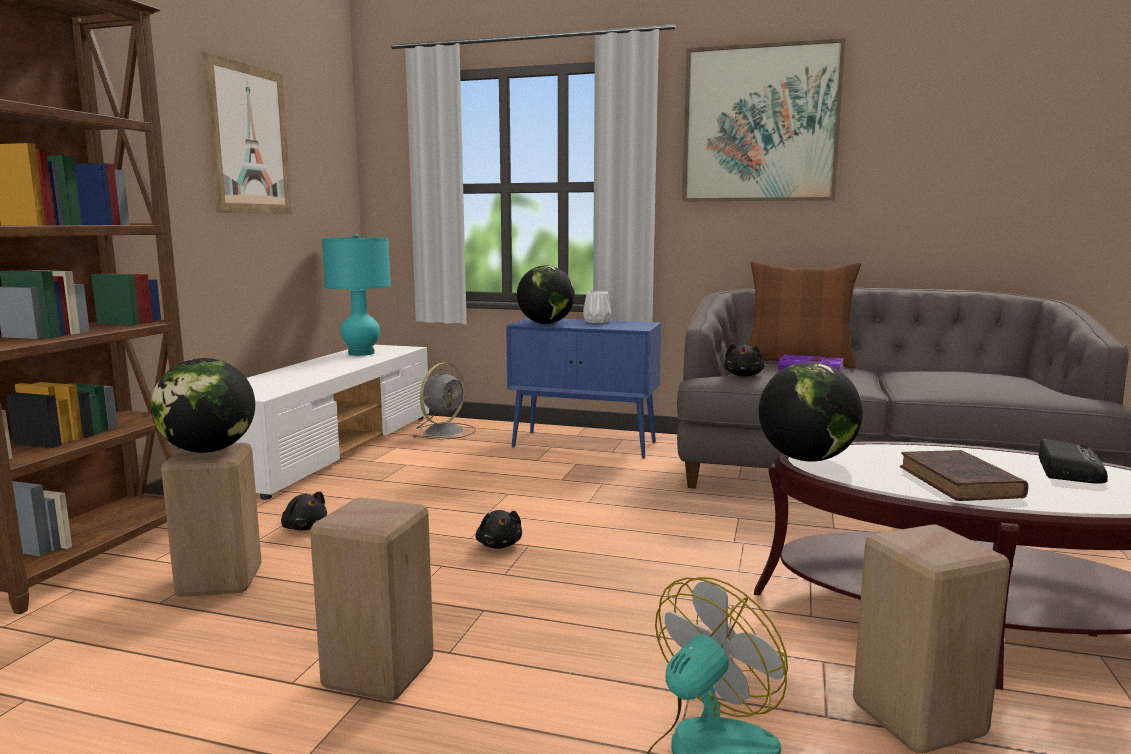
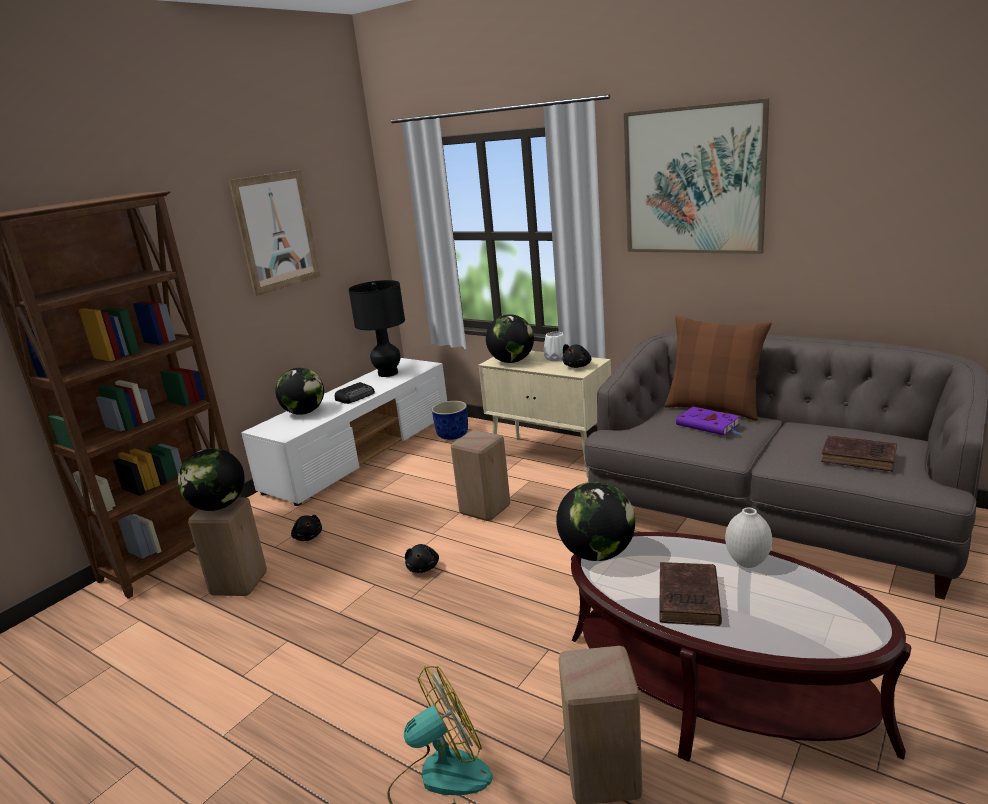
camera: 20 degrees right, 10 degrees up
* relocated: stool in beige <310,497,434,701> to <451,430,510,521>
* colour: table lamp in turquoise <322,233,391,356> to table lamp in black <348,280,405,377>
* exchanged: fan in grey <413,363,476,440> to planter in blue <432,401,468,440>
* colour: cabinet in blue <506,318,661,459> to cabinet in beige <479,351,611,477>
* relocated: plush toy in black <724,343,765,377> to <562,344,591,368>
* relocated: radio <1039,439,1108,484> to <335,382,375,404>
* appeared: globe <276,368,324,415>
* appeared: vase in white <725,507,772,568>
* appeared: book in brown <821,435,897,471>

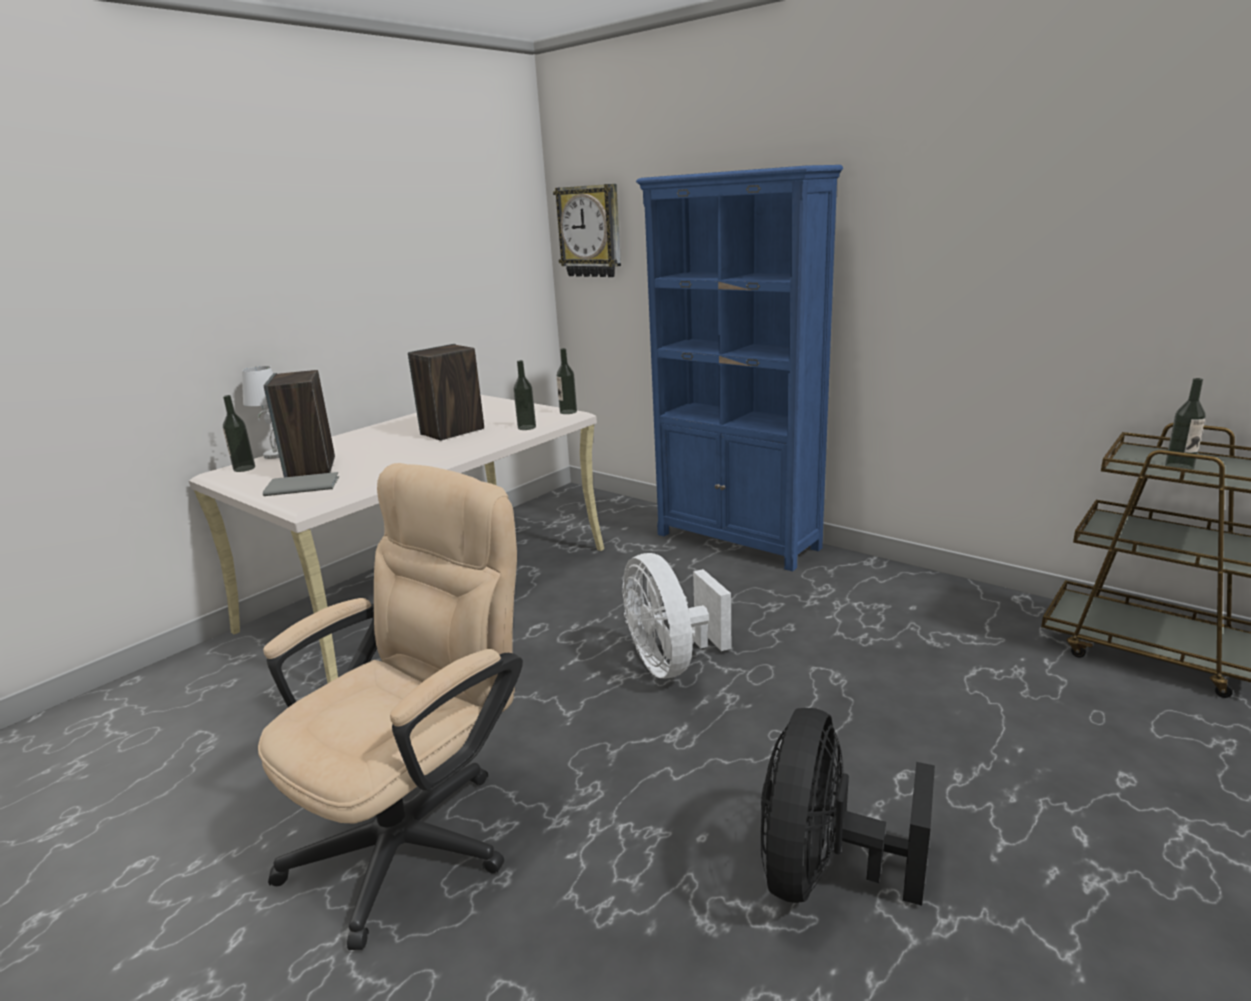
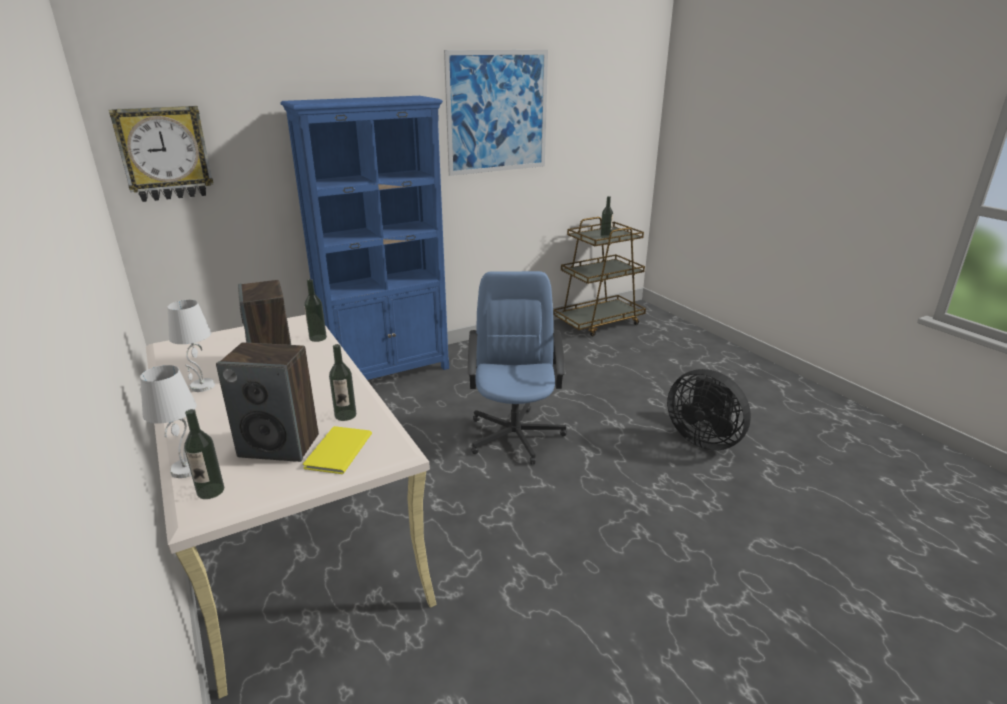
camera: 70 degrees left, 5 degrees up
* missing: office chair in beige <258,463,523,950>
* colour: book in grey <263,472,339,496> to book in yellow <303,426,372,474>
* relocated: bottle <557,348,577,414> to <329,344,356,421>
* exchanged: fan in white <622,553,731,678> to office chair in blue <467,271,567,465>
* appeared: table lamp in white <168,300,215,392>
* appeared: picture <444,50,548,176>

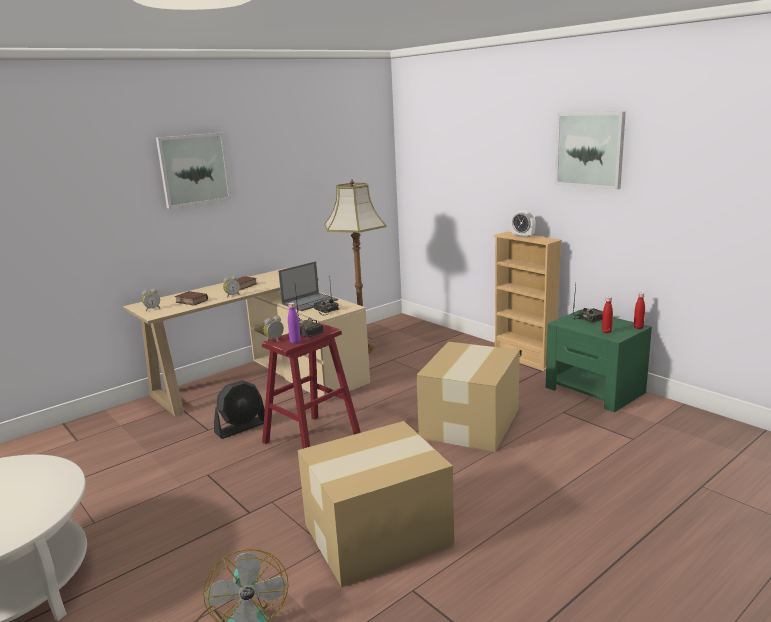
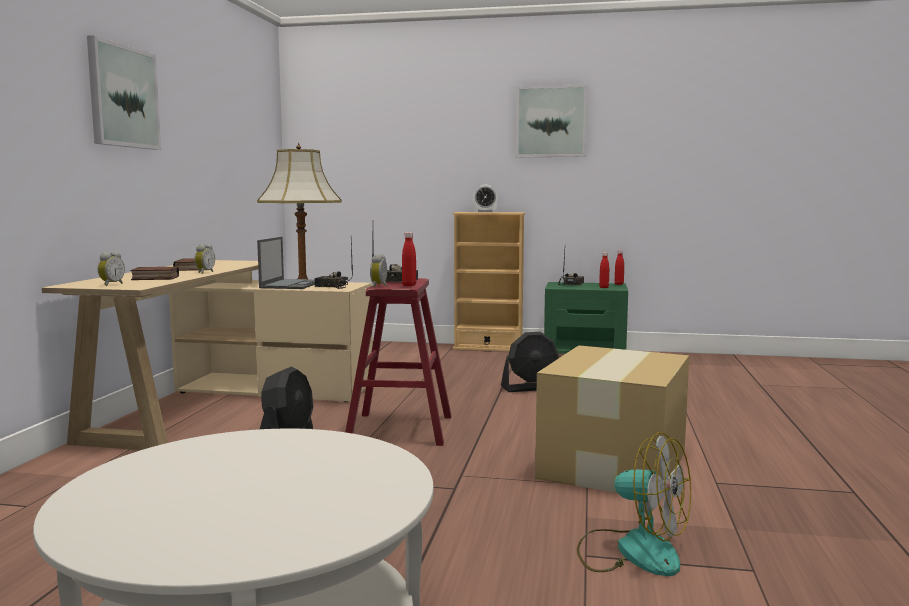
camera: 40 degrees left, 10 degrees down
* colour: bottle in purple <288,302,301,344> to bottle in red <402,232,416,286>
* exchanged: cardboard box <417,342,520,452> to fan in black <501,332,559,392>

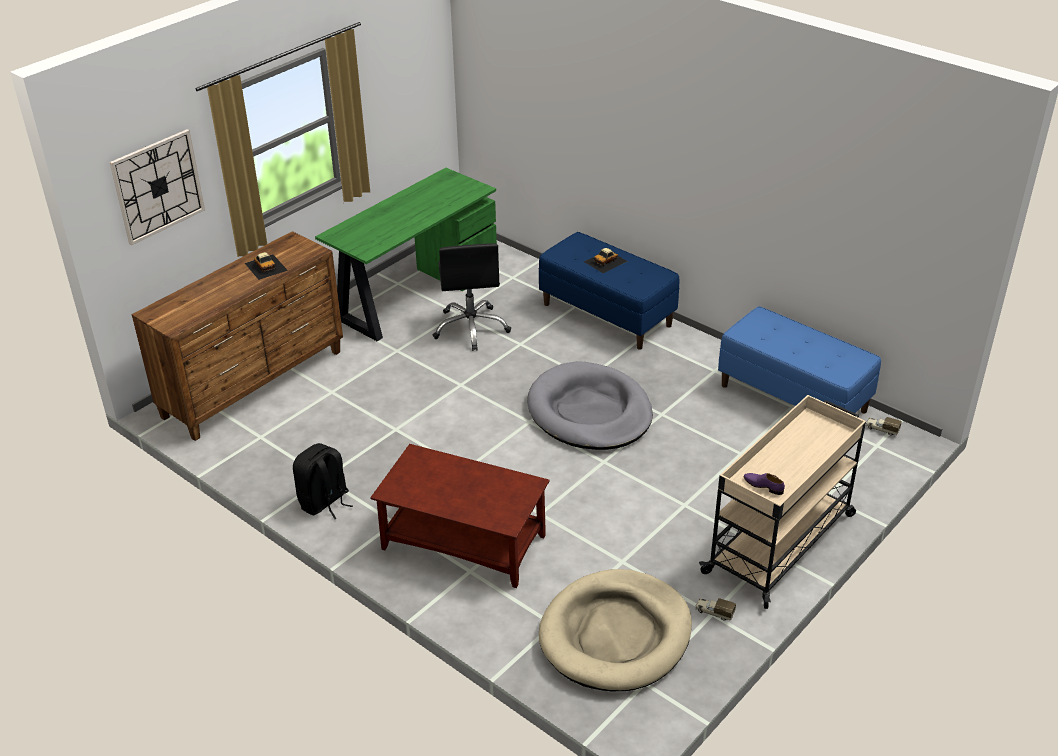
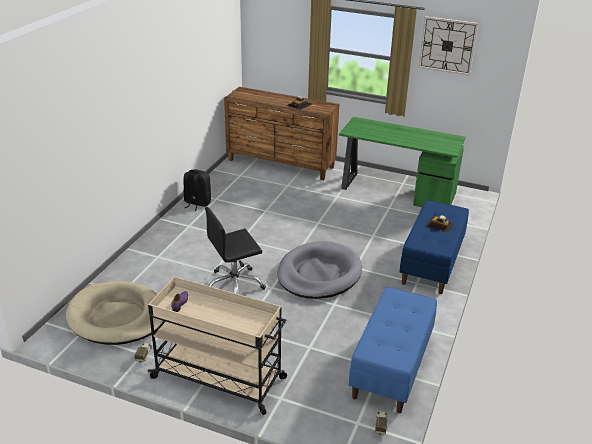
camera: 70 degrees right, 5 degrees down
* relocated: wall clock <110,129,205,245> to <418,16,478,76>
* missing: coffee table in brown <370,444,550,588>
* relocated: office chair in black <433,243,511,351> to <205,207,266,294>

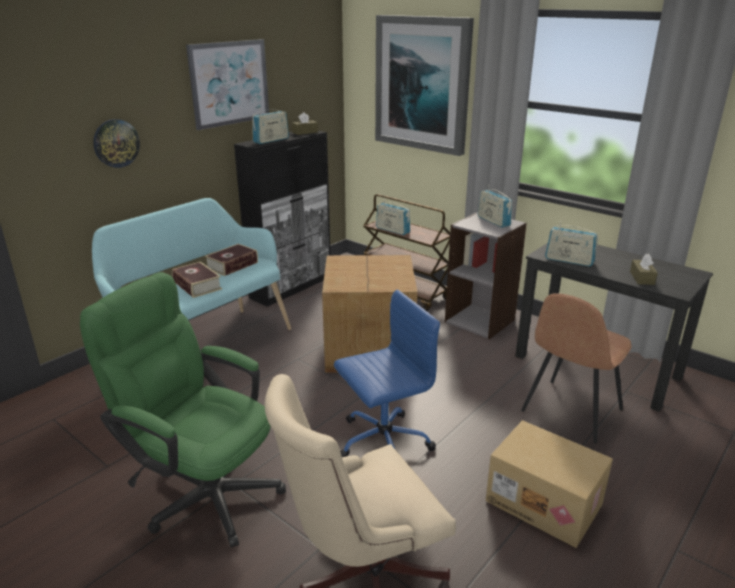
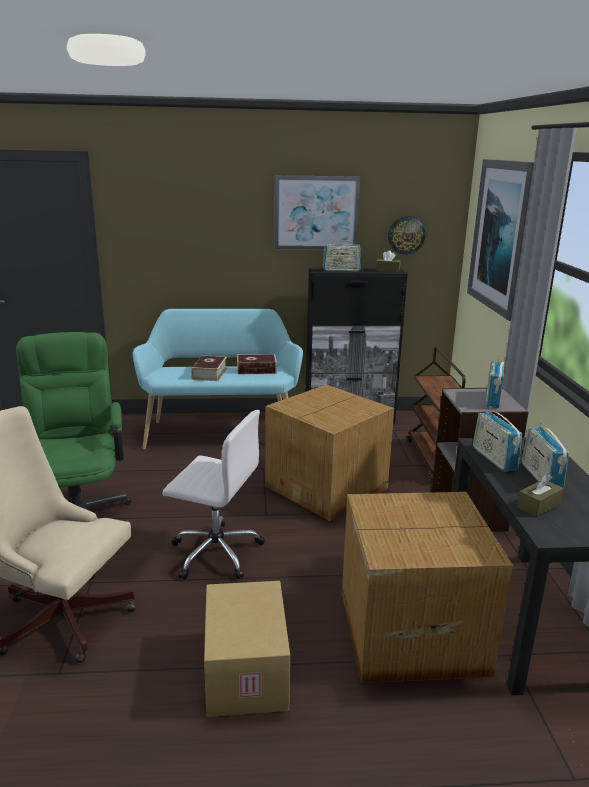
camera: 45 degrees right, 5 degrees down
* relocated: wall clock <93,119,140,168> to <388,216,425,255>
* colour: office chair in blue <334,290,440,457> to office chair in white <162,410,265,580>
* relocated: radio <376,198,410,235> to <522,421,569,488>
* exchanged: chair in brown <521,293,632,443> to cardboard box <342,492,513,683>

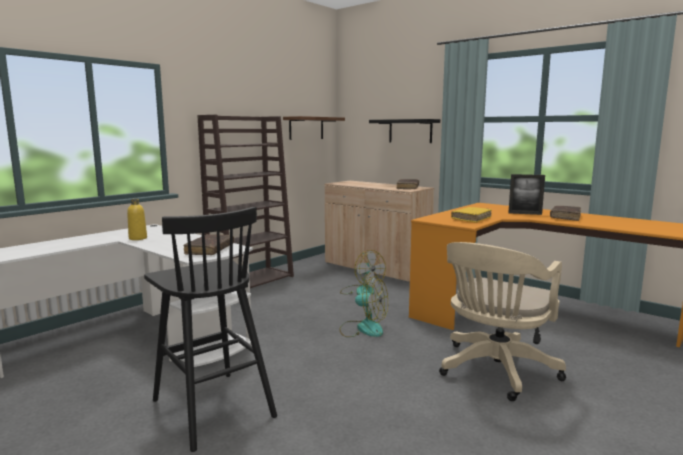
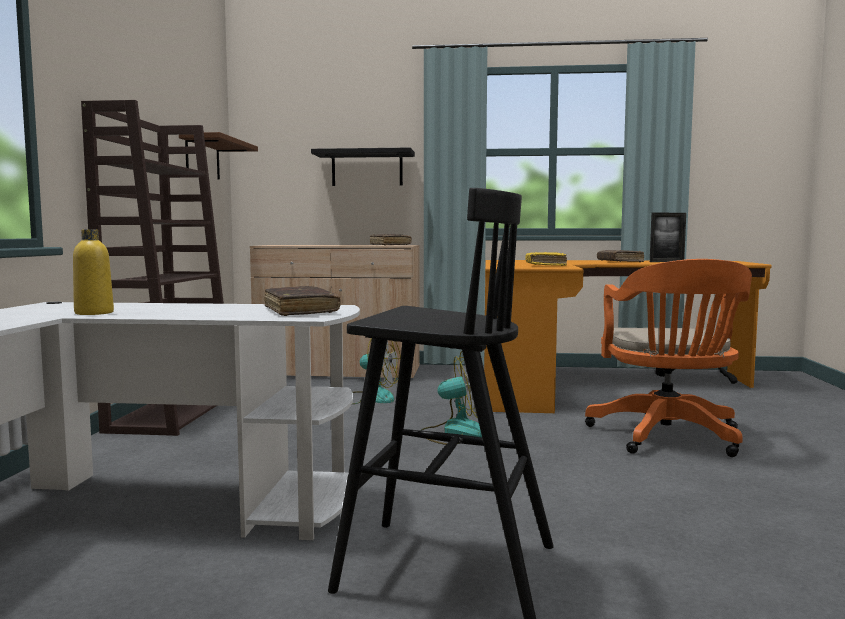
camera: 35 degrees left, 5 degrees down
* colour: office chair in beige <439,242,566,401> to office chair in orange <585,259,752,457>
* relocated: picture frame <508,174,545,215> to <650,212,686,262>

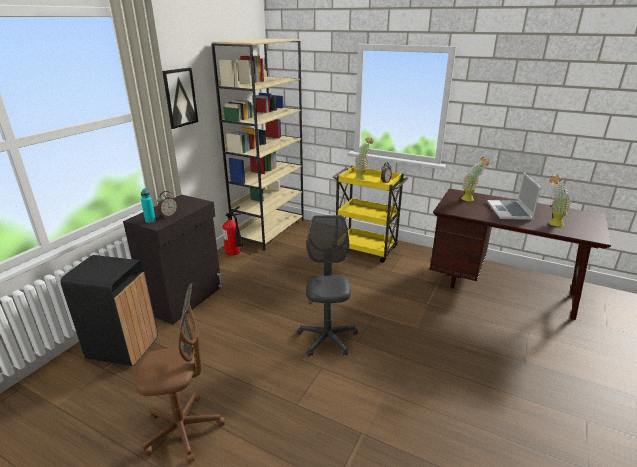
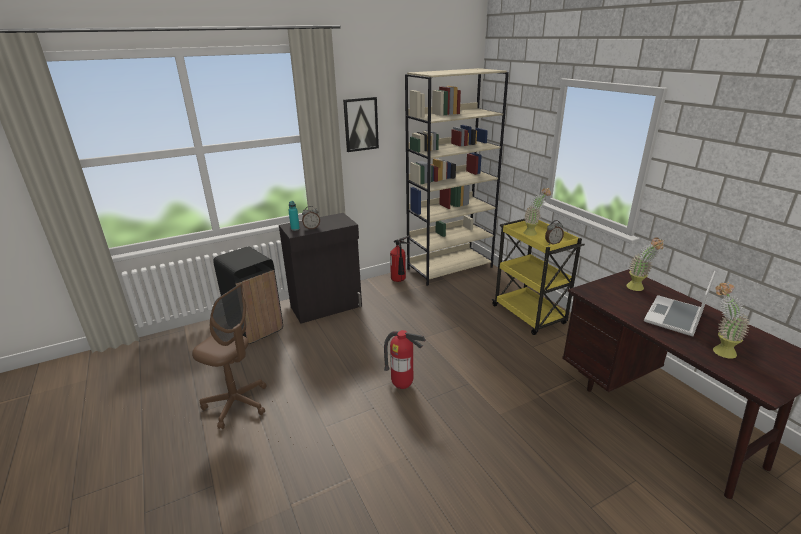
camera: 35 degrees right, 0 degrees up
* exchanged: office chair in grey <297,215,358,357> to fire extinguisher <384,330,426,389>

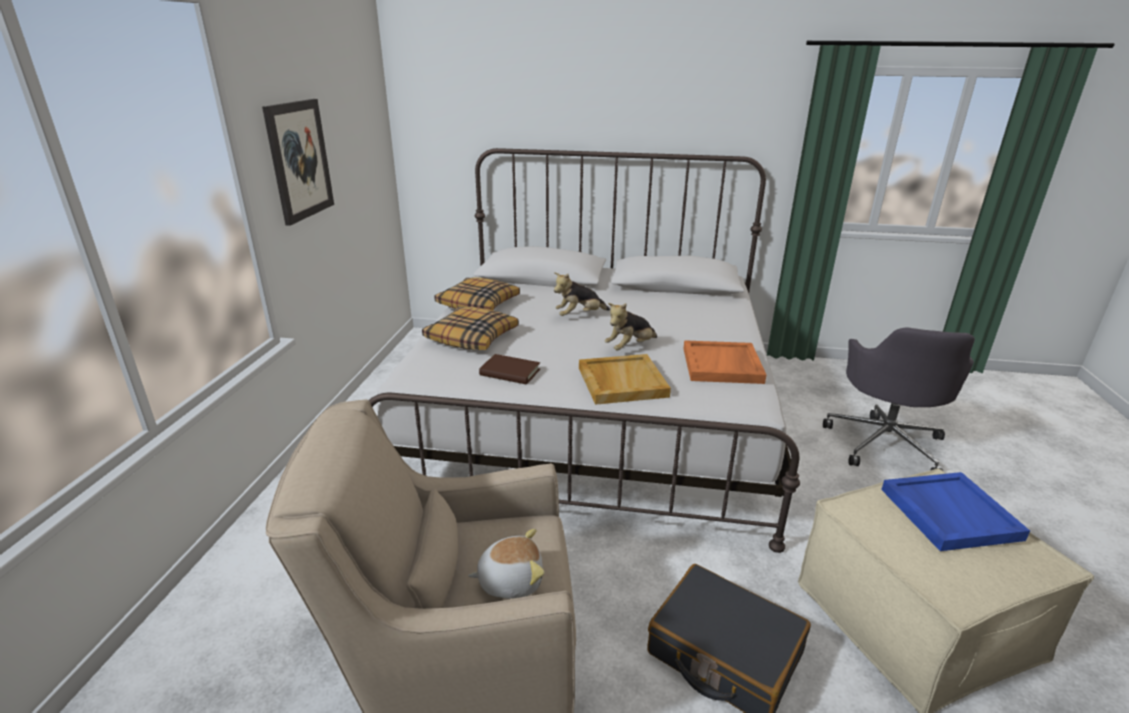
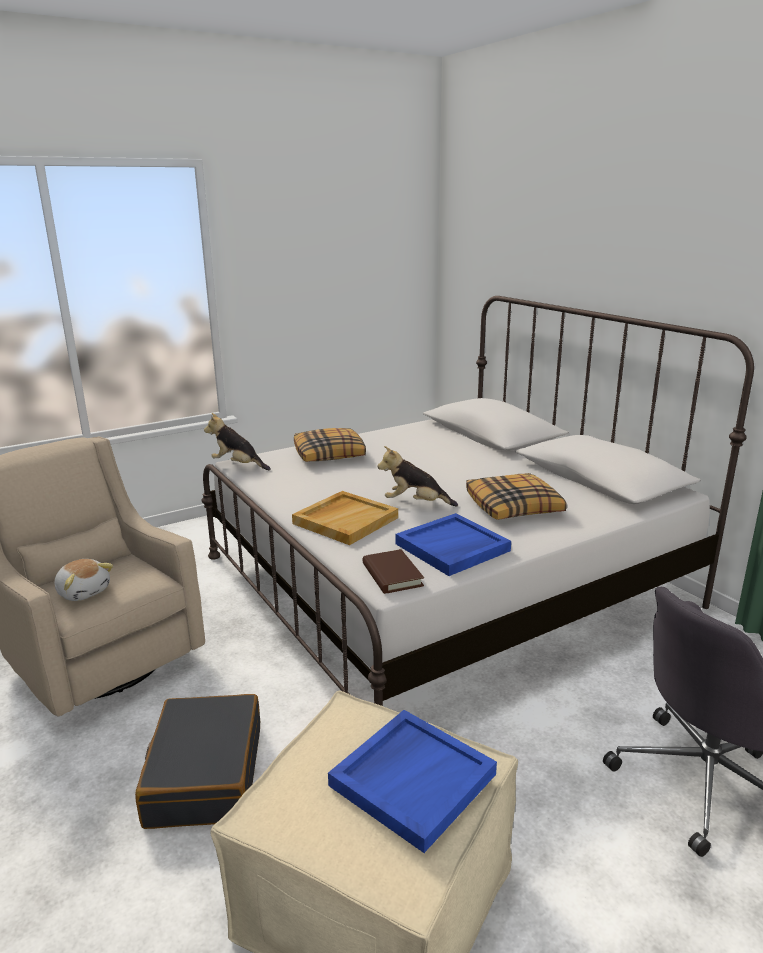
camera: 50 degrees right, 5 degrees down
* missing: picture <262,99,334,226>
* relocated: pillow <434,277,520,310> to <466,473,567,520>
* relocated: book in brown <479,354,540,385> to <362,549,424,594>
* relocated: plush toy <554,272,610,316> to <204,413,271,470>
* colour: tray in orange <683,340,766,384> to tray in blue <395,513,511,576>

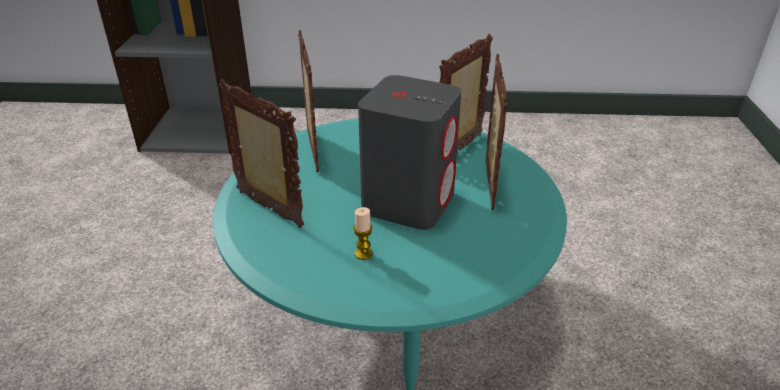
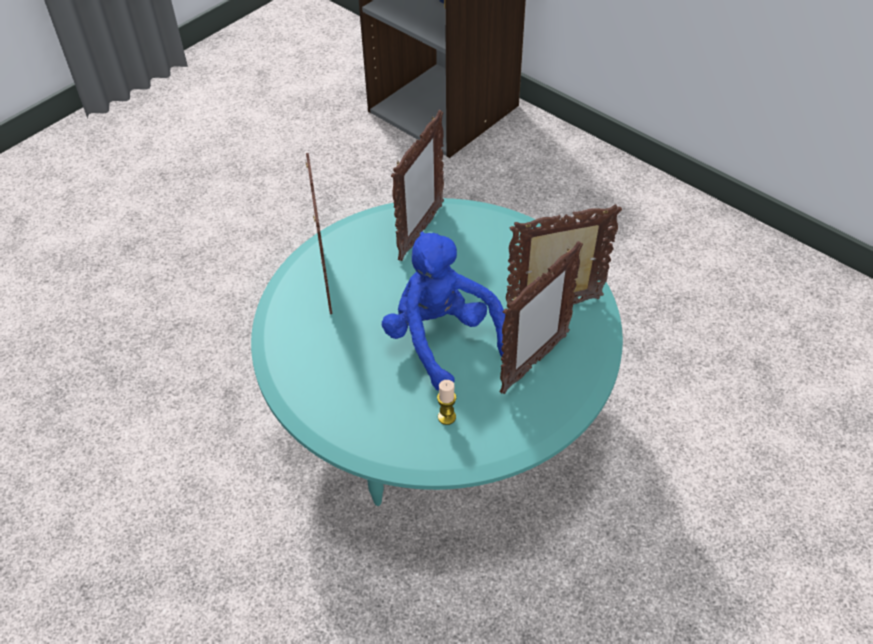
camera: 40 degrees right, 15 degrees up
* relocated: candle <353,207,373,260> to <437,380,456,425>
* exchanged: speaker in grey <358,75,461,230> to plush toy in blue <382,231,505,391>

